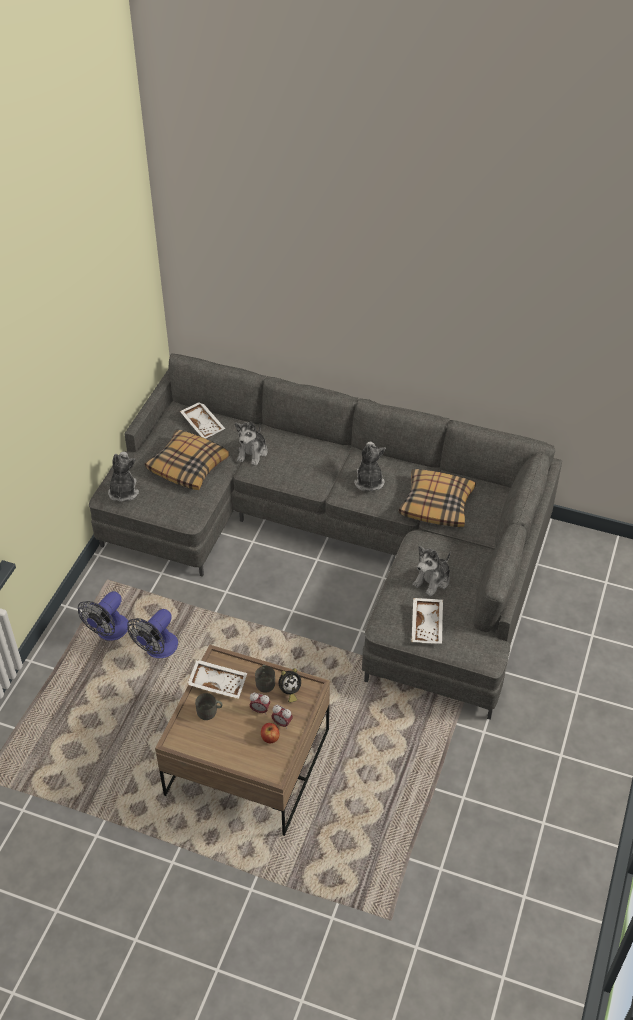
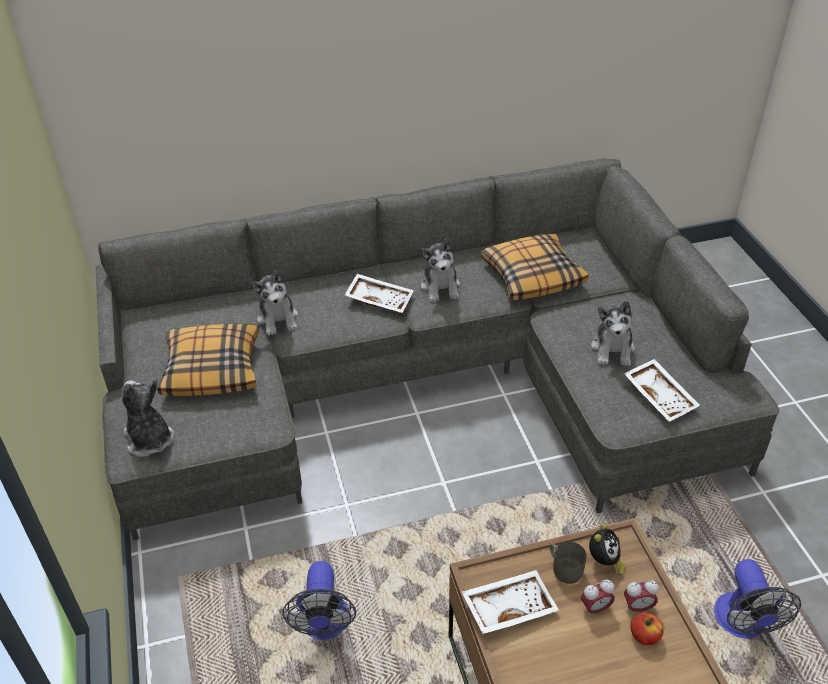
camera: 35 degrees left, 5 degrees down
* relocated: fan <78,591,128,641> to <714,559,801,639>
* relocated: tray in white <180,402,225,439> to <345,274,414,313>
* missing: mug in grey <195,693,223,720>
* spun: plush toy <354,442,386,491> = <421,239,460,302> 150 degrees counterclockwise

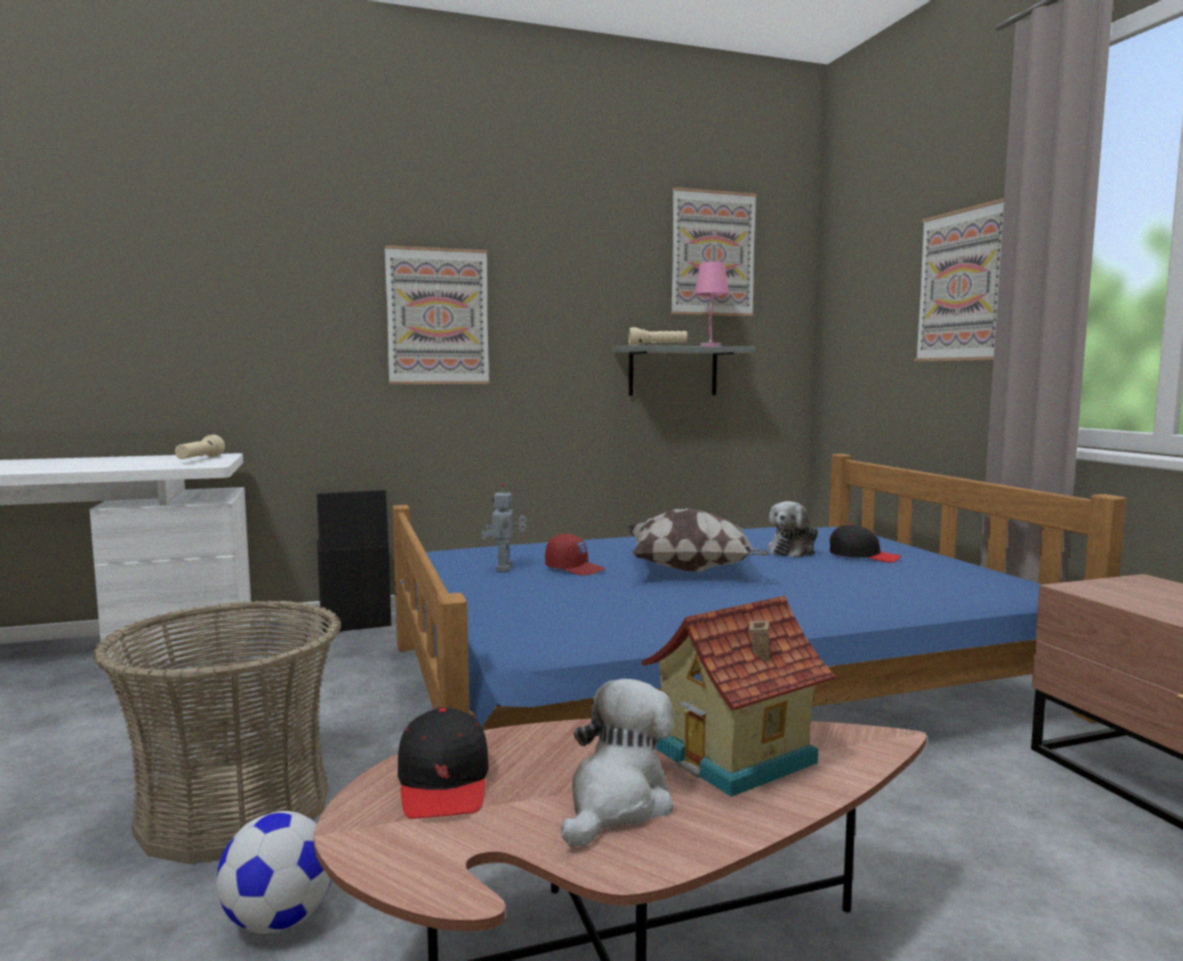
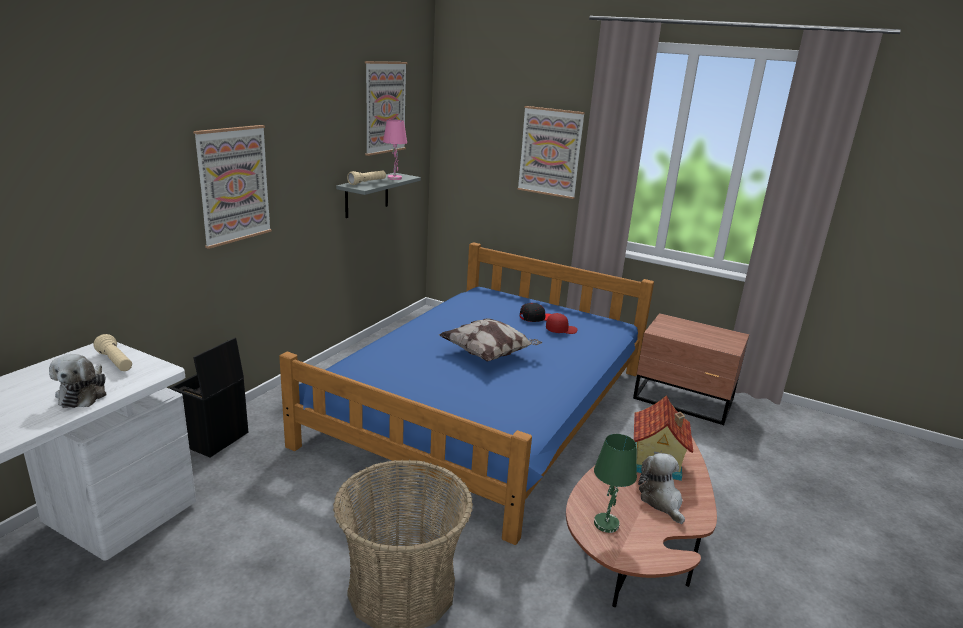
camera: 45 degrees left, 15 degrees up
* missing: football <216,811,332,934>
* exchanged: cap in black <398,707,489,819> to table lamp in green <594,434,637,533>
* missing: toy robot <481,483,527,571>
* relocated: cap in red <545,533,606,576> to <546,313,578,334>
* relocated: plush toy <768,501,818,558> to <49,354,107,408>

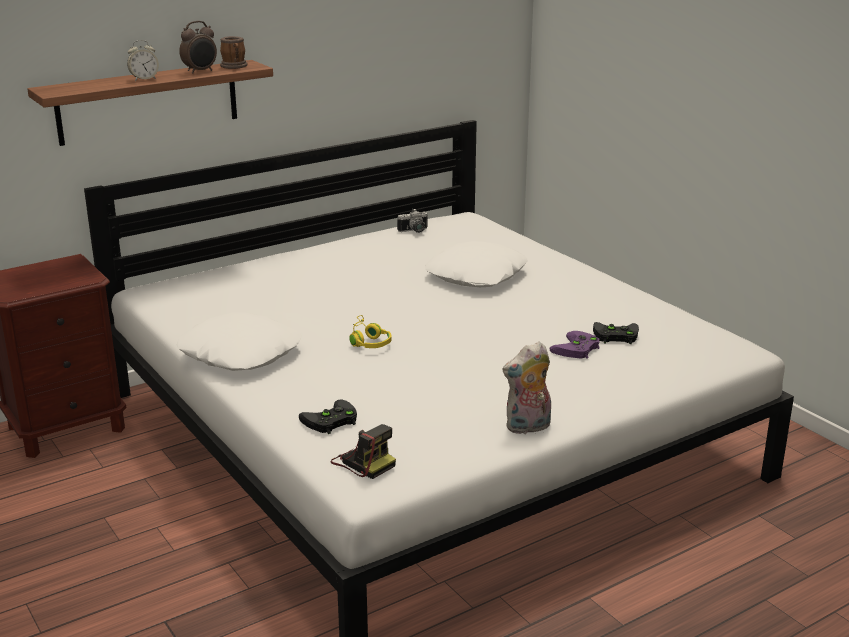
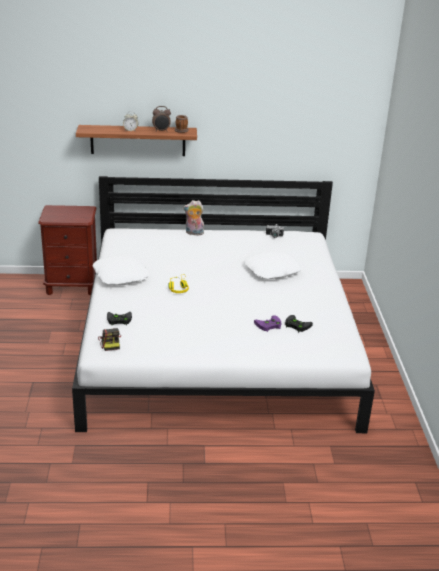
camera: 30 degrees right, 5 degrees up
* relocated: plush toy <502,342,551,435> to <183,200,205,235>

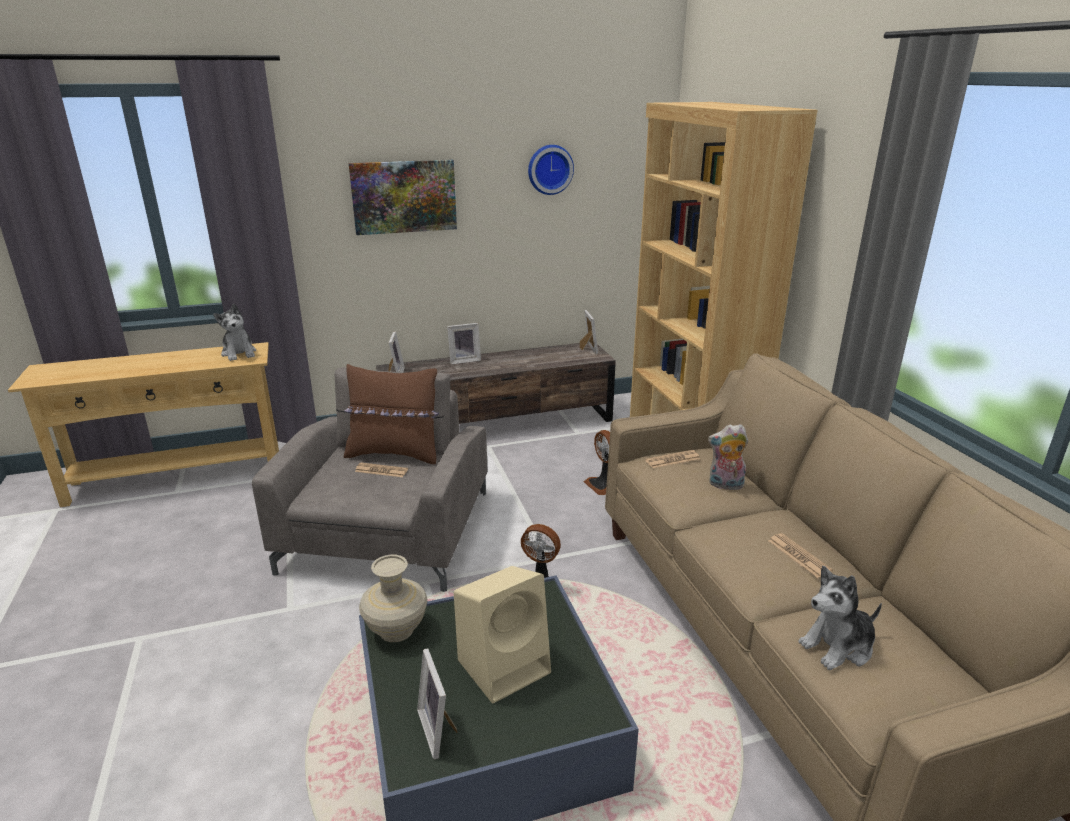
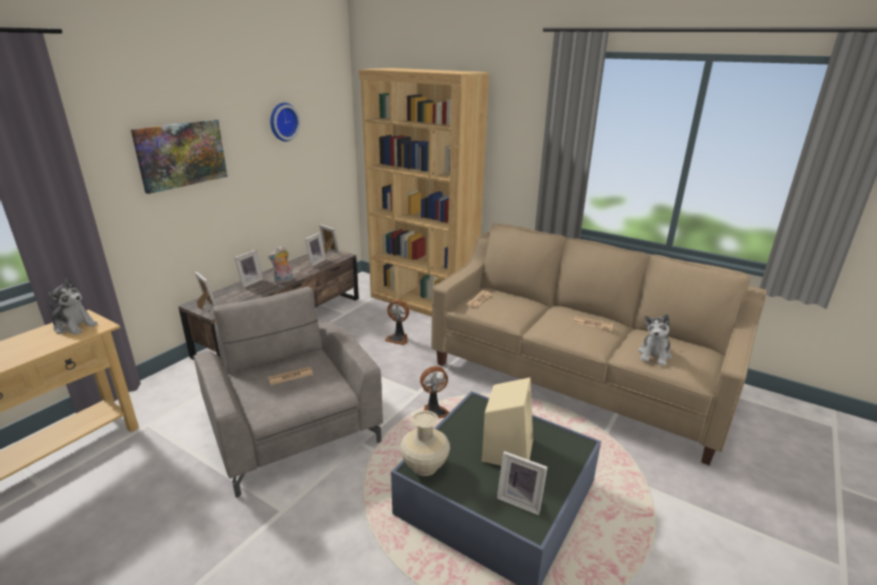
camera: 40 degrees left, 0 degrees up
* missing: pillow in brown <344,364,439,464>
* relocated: plush toy <708,424,748,490> to <268,245,293,283>
* appeared: picture frame <305,232,326,267>

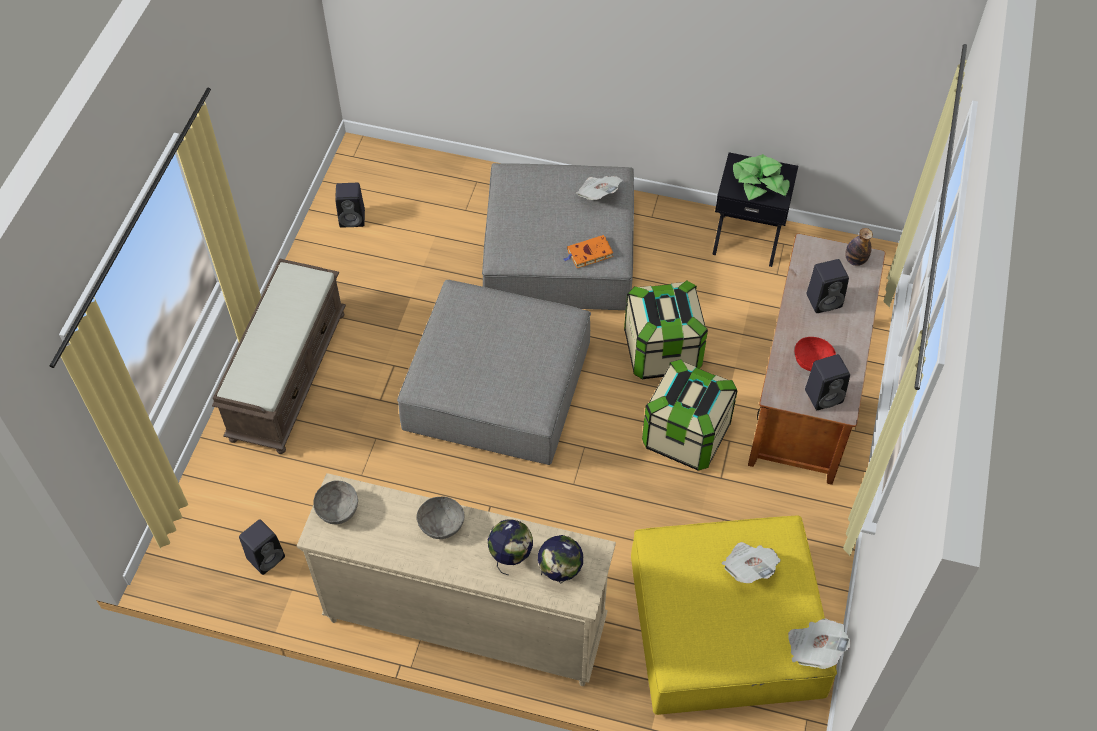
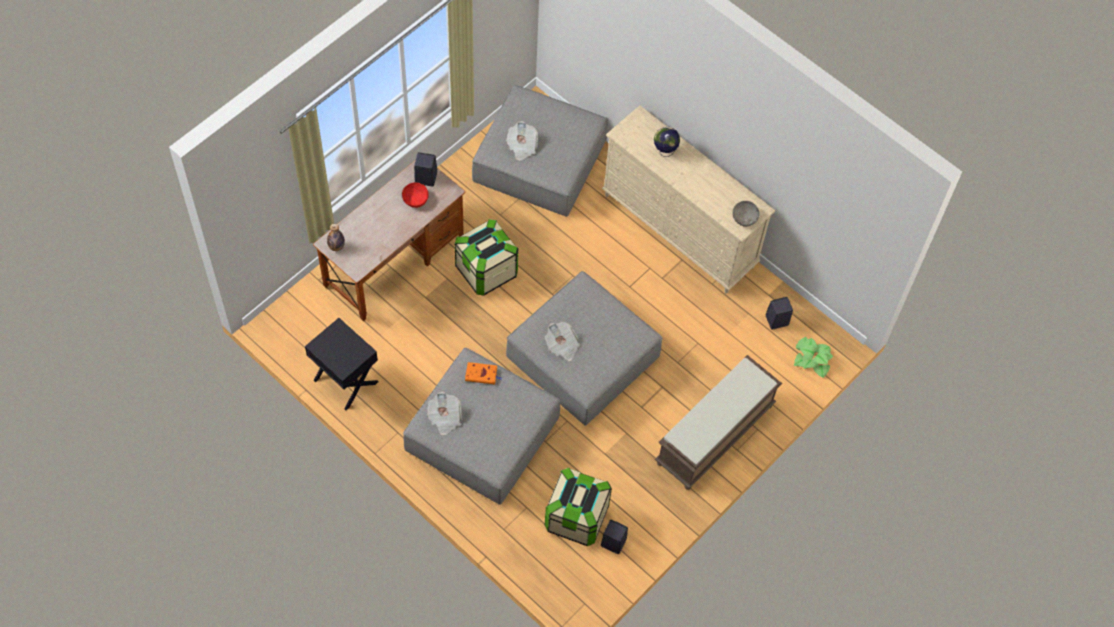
camera: 155 degrees left, 5 degrees up
* missing: bowl in grey <417,497,464,539>
* missing: globe <538,535,583,584>
* relocated: storage box <624,281,708,380> to <545,467,612,546>
* colour: ottoman in yellow <631,515,837,715> to ottoman in grey <472,85,608,217>
* relocated: potted plant <733,154,790,200> to <794,337,833,378>
* relocated: newspaper <788,619,850,669> to <545,322,580,361>
* missing: speaker in black <806,259,849,313>

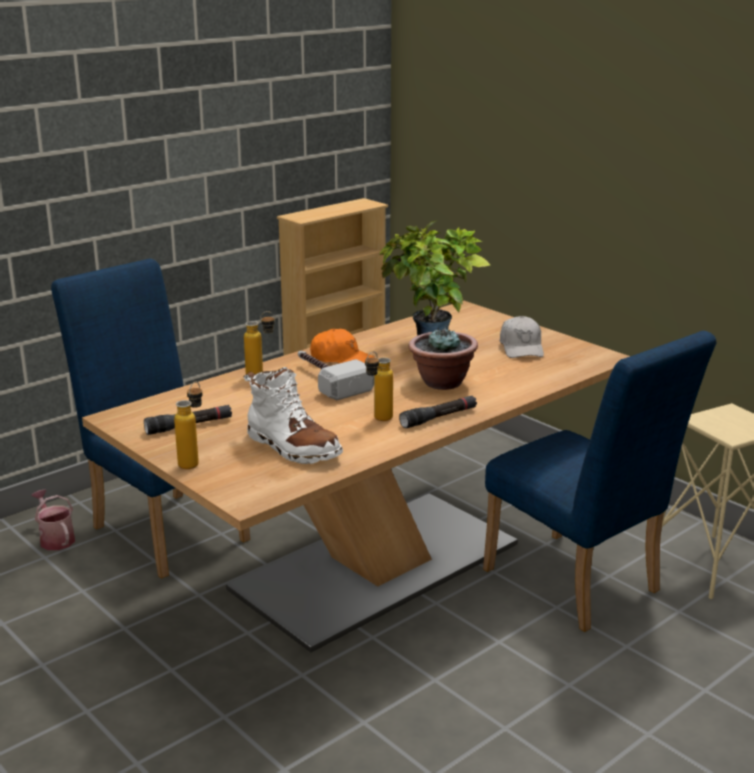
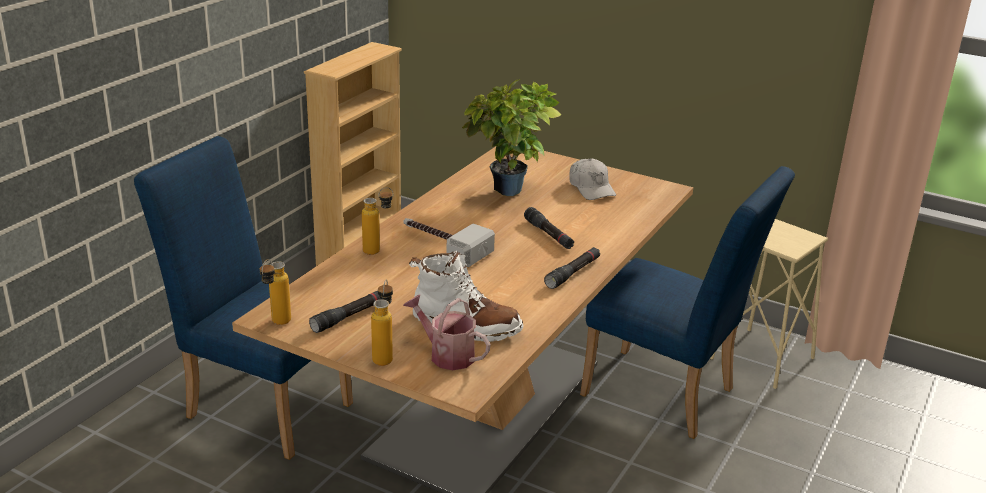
camera: 20 degrees left, 5 degrees up
* relocated: watering can <31,490,75,550> to <403,294,491,370>
* missing: cap in orange <310,329,375,363>
* relocated: bottle <365,351,393,421> to <260,259,291,325>
* exchanged: potted plant <408,327,478,390> to flashlight in black <524,207,574,249>

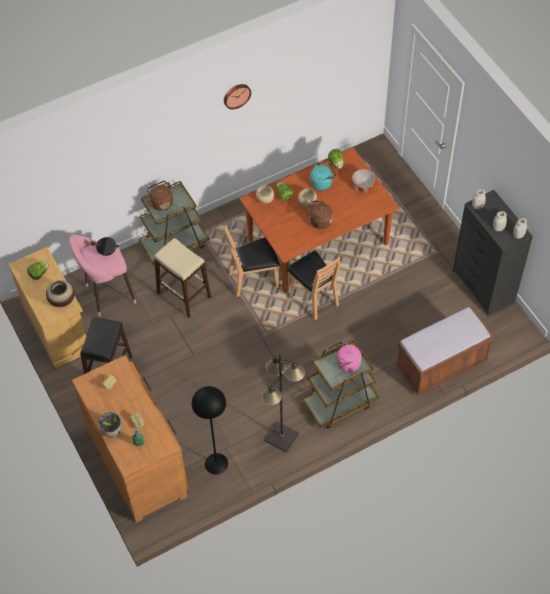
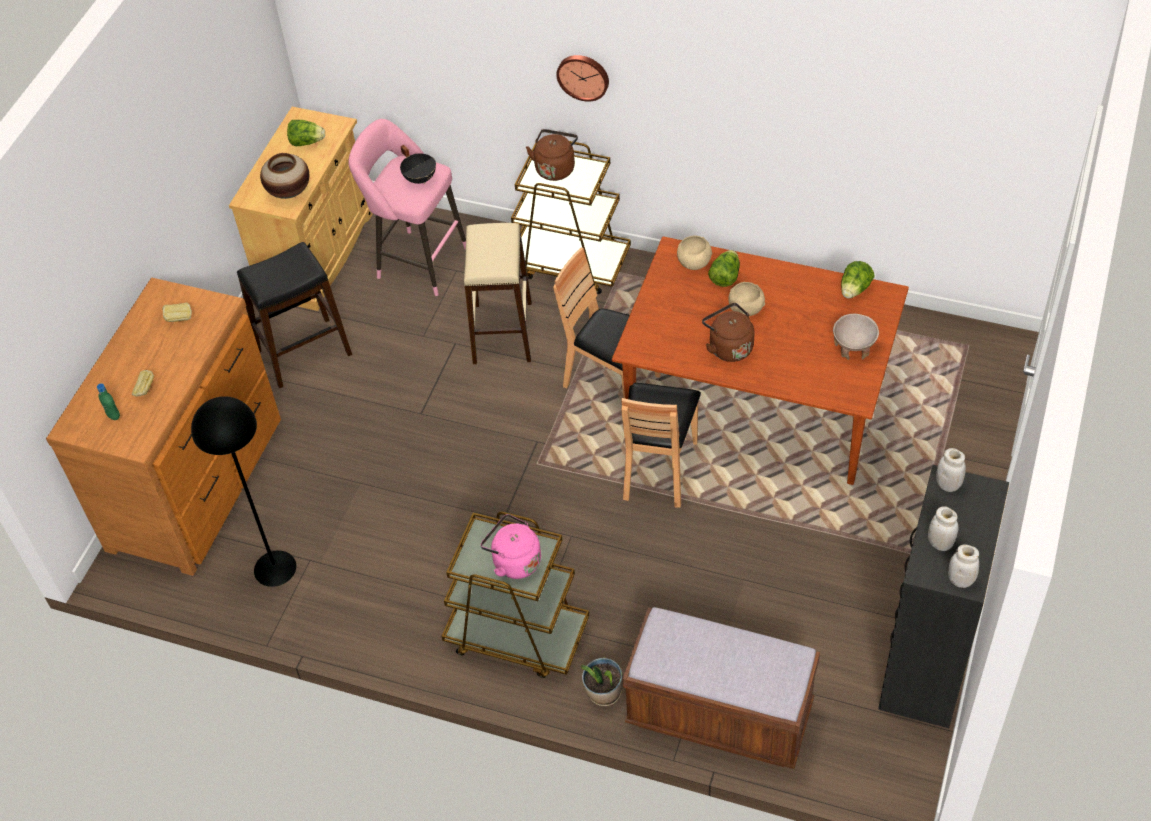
camera: 50 degrees right, 5 degrees down
* relocated: potted plant <99,412,122,438> to <581,658,623,706>
* relocated: wall clock <224,84,251,109> to <556,55,609,102>
* missing: floor lamp in black <262,353,305,453>
* missing: kettle in turquoise <310,162,336,190>

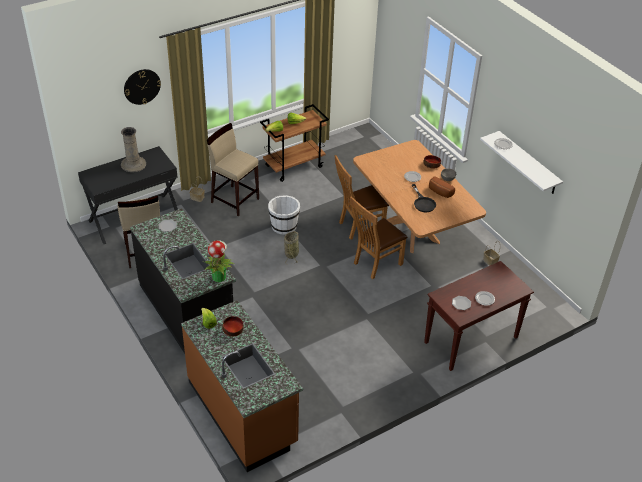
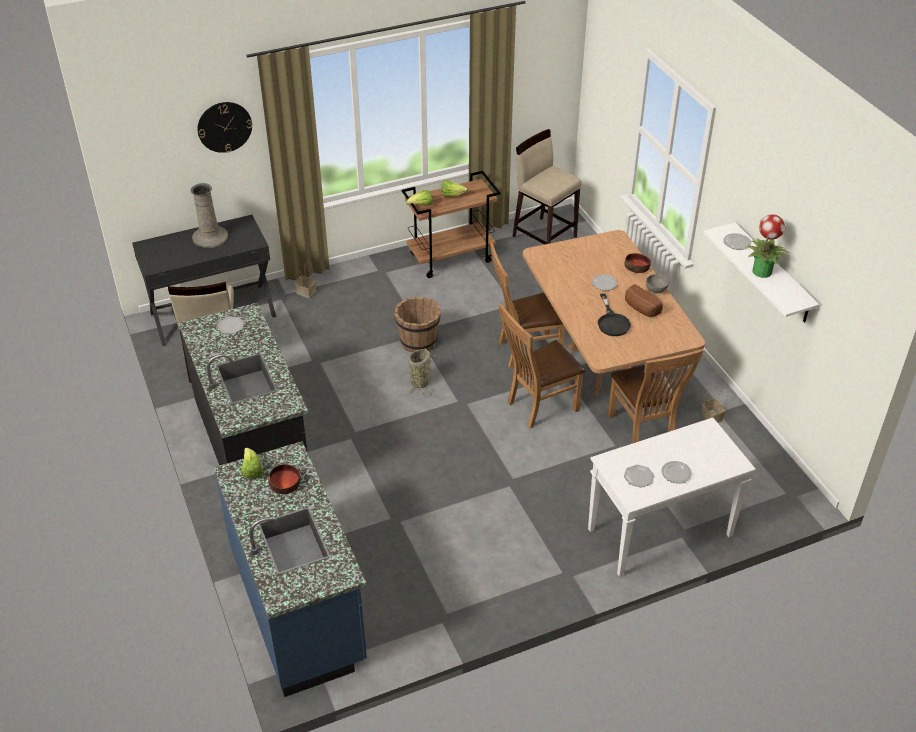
camera: 10 degrees right, 0 degrees up
* colour: counter in brown <181,300,303,472> to counter in blue <213,441,367,697>
* relocated: potted plant <204,240,234,282> to <746,214,789,278>
* relocated: stool in beige <207,123,259,217> to <513,129,581,245>
* colour: bucket in white <268,195,300,235> to bucket in brown <394,297,441,353>
* colour: console table in brown <424,261,534,371> to console table in white <588,418,756,577>
* appeared: chair in brown <608,349,703,443>

